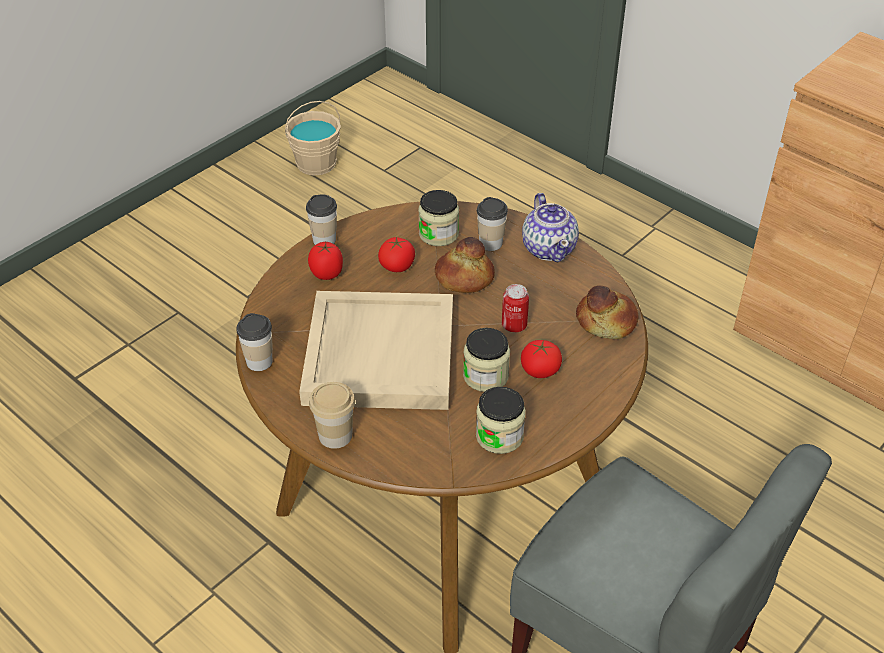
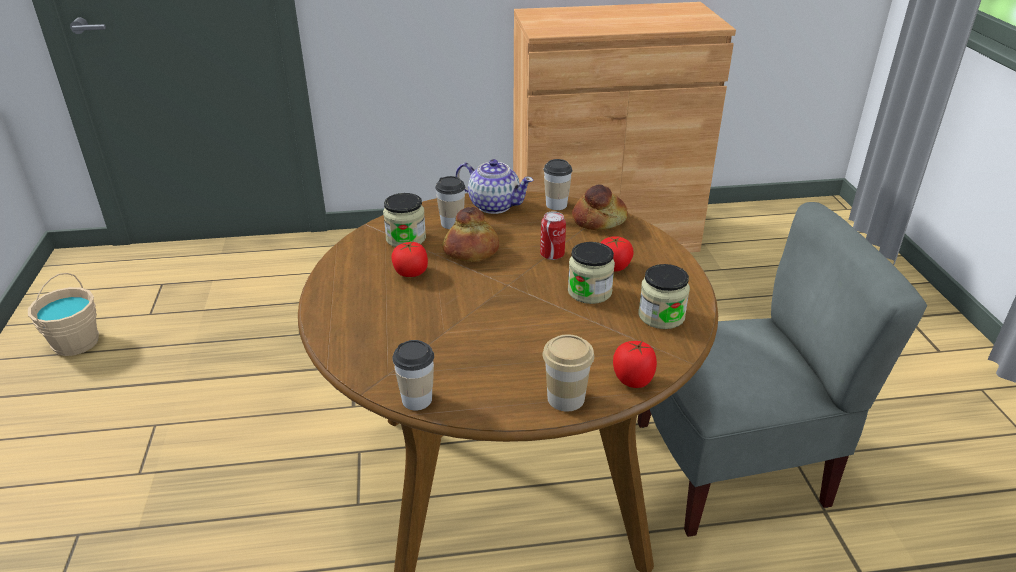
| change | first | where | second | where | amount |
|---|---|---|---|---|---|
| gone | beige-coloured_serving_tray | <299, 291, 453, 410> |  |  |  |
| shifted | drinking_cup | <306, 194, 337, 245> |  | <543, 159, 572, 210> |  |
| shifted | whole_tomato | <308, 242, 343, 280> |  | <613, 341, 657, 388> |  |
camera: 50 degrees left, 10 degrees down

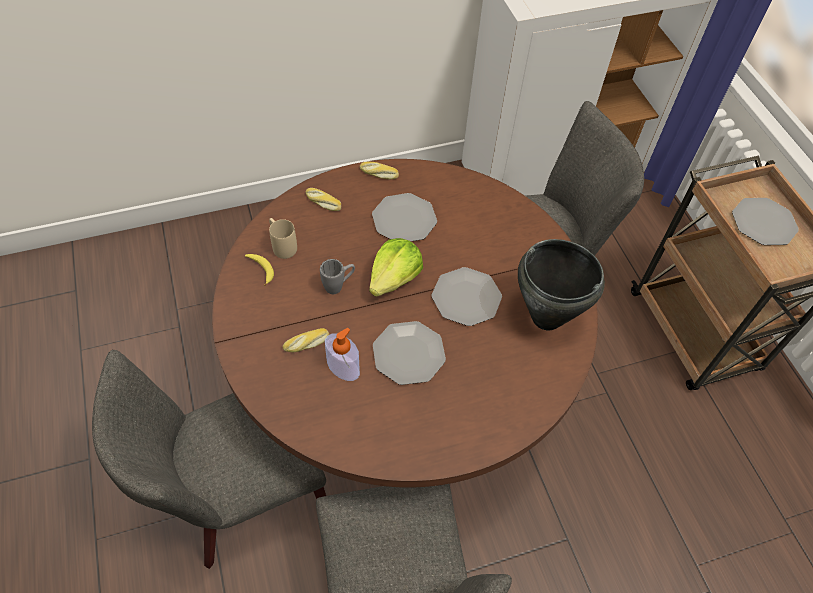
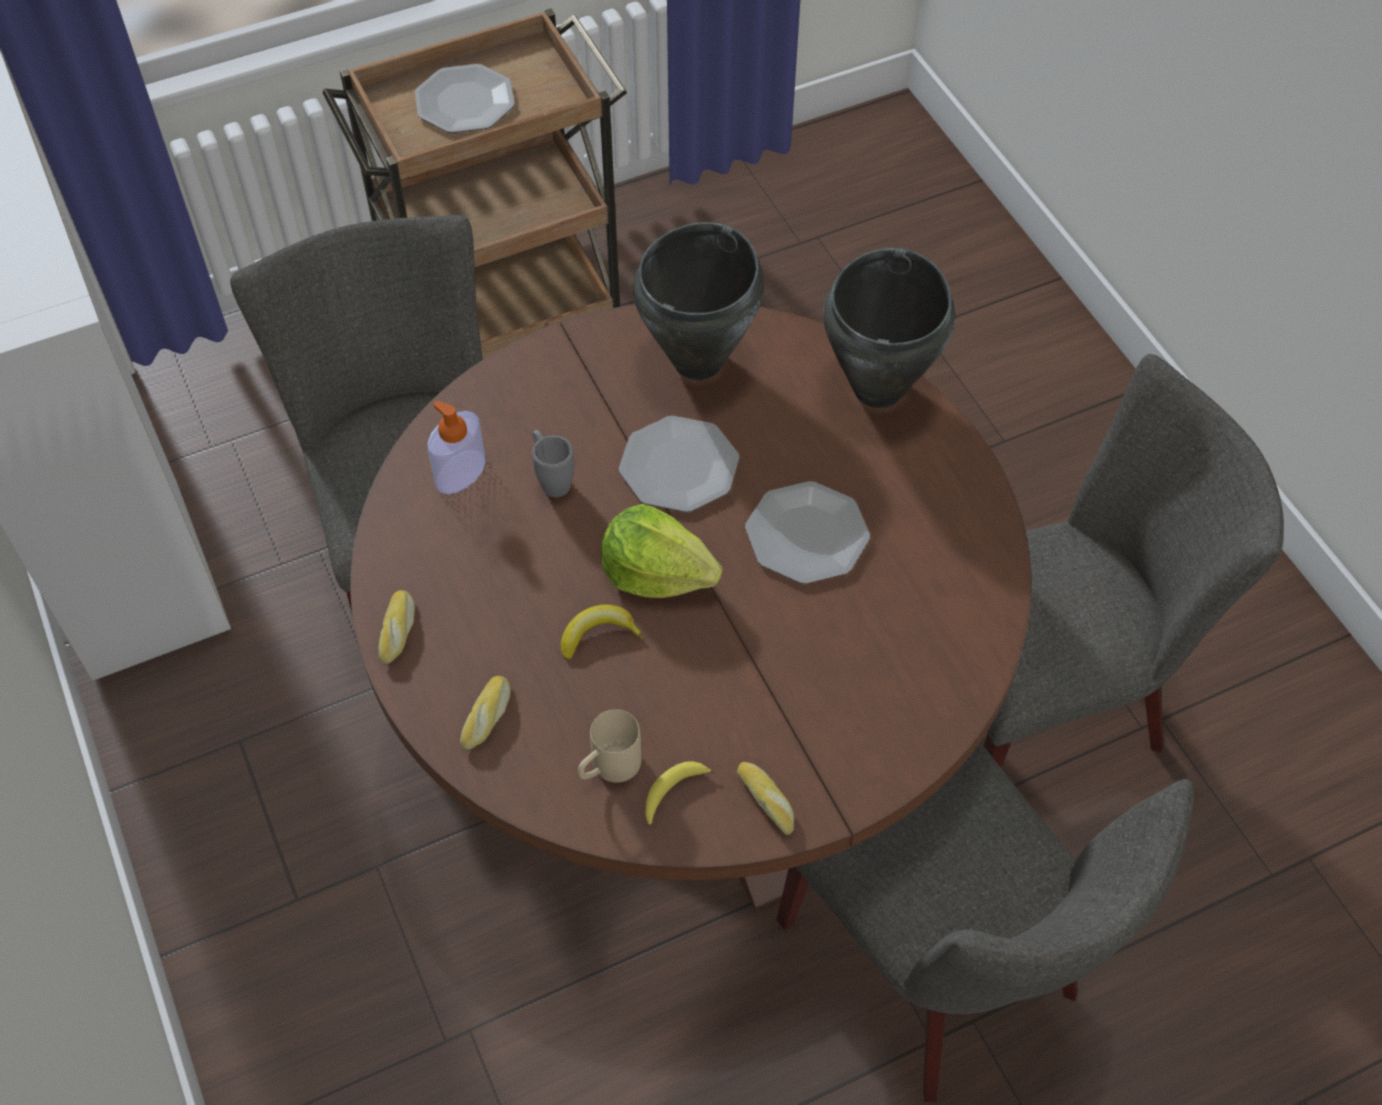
| change | first | where | second | where | amount |
|---|---|---|---|---|---|
| shifted | bakery_bread | <283, 328, 329, 352> |  | <737, 762, 794, 835> |  |
| shifted | gray_coffee_mug | <320, 259, 355, 294> |  | <532, 430, 575, 497> |  |
| shifted | soap_dispenser | <325, 328, 360, 381> |  | <427, 401, 485, 494> |  |
| gone | plate | <372, 193, 437, 241> |  |  |  |
| new |  |  | banana | <561, 605, 644, 660> |  |
| new |  |  | blackish_stockpot | <823, 248, 955, 408> |  |
camera: 95 degrees left, 0 degrees up

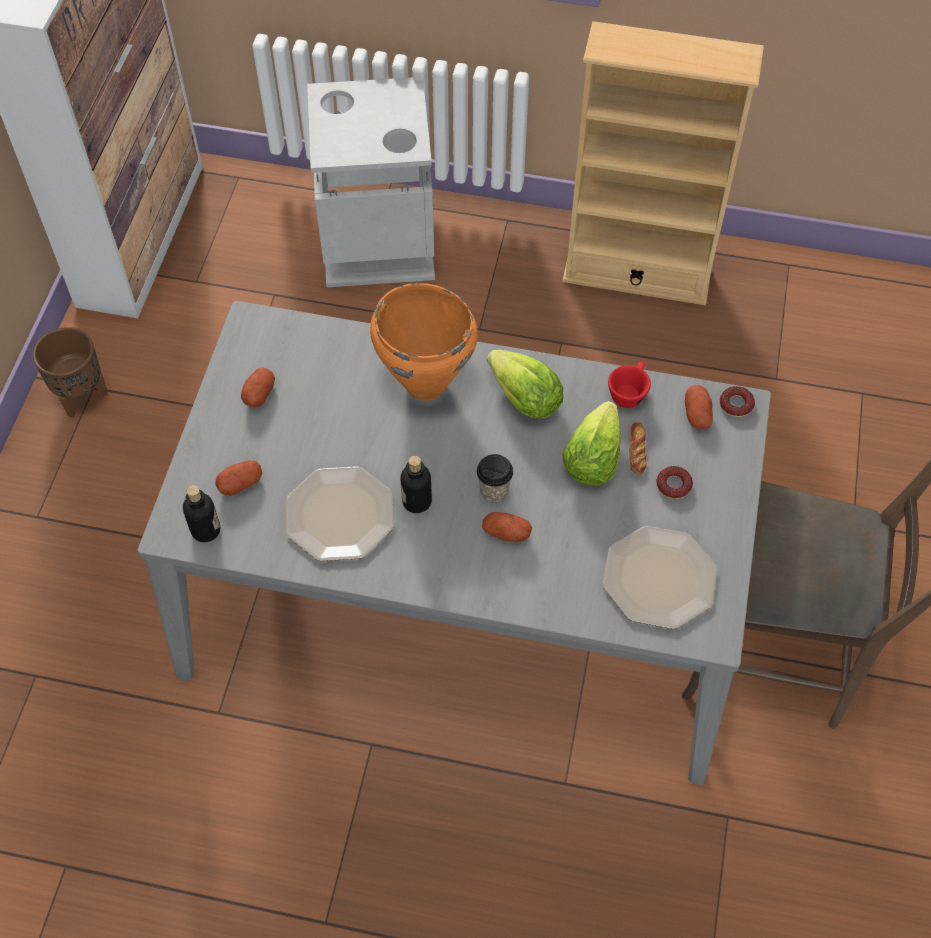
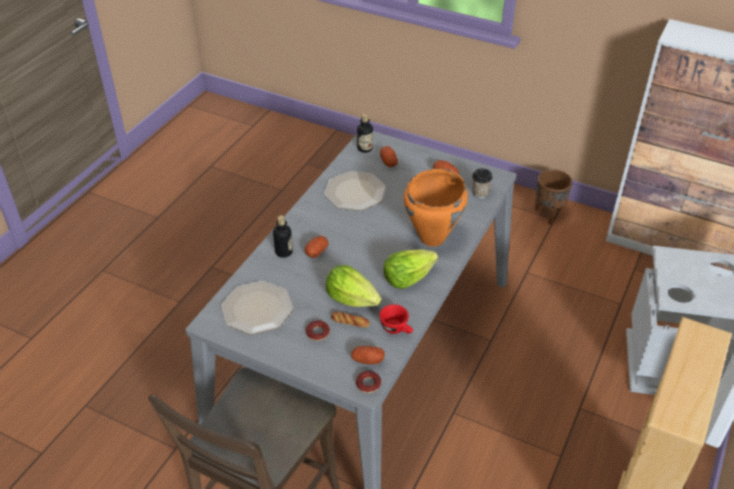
| change | first | where | second | where | amount |
|---|---|---|---|---|---|
| shifted | drink_bottle | <401, 456, 432, 513> |  | <273, 215, 293, 258> |  |
| shifted | drinking_cup | <477, 454, 513, 502> |  | <472, 168, 493, 198> |  |
camera: 105 degrees right, 15 degrees down

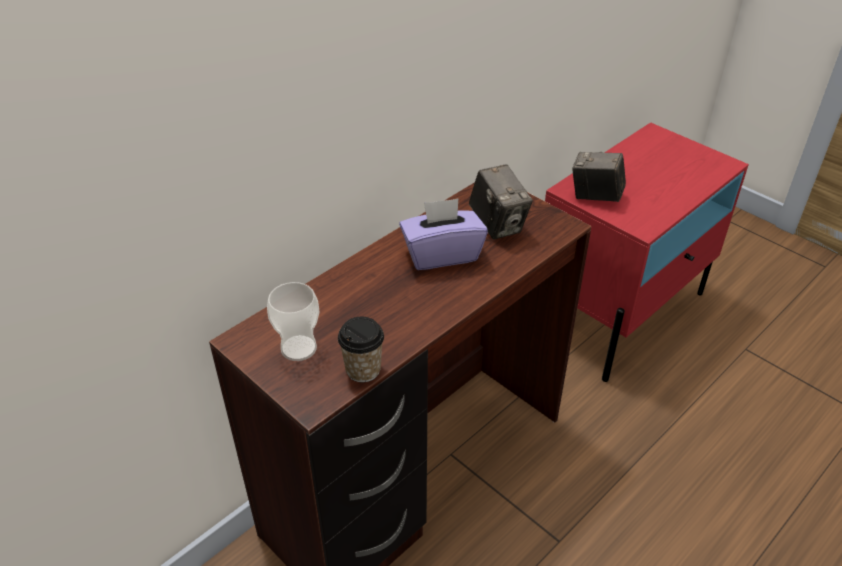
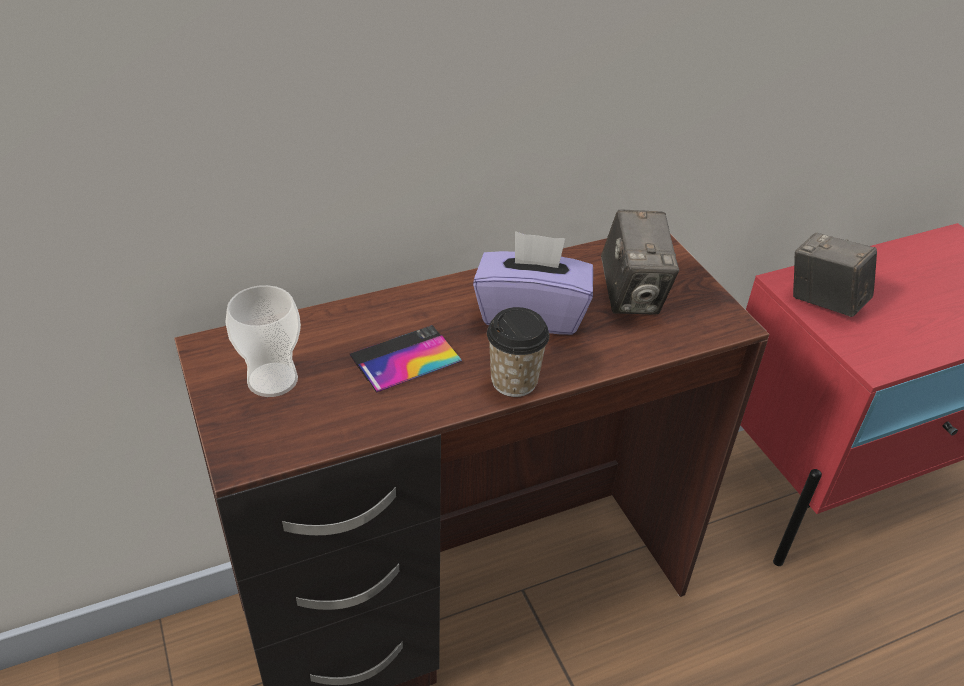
| change | first | where | second | where | amount |
|---|---|---|---|---|---|
| shifted | drinking_cup | <338, 317, 384, 382> |  | <487, 307, 549, 397> |  |
| new |  |  | telephone | <350, 325, 462, 393> |  |
camera: 20 degrees right, 0 degrees up

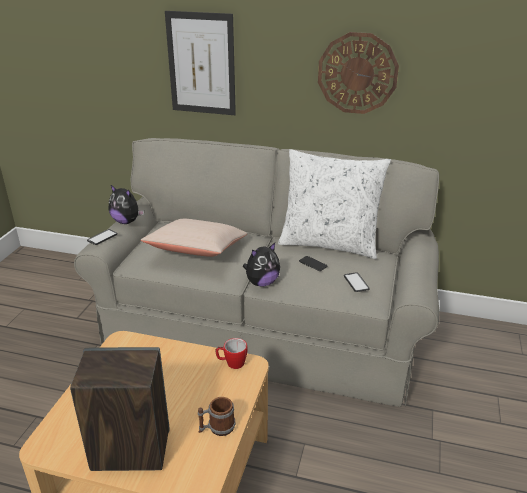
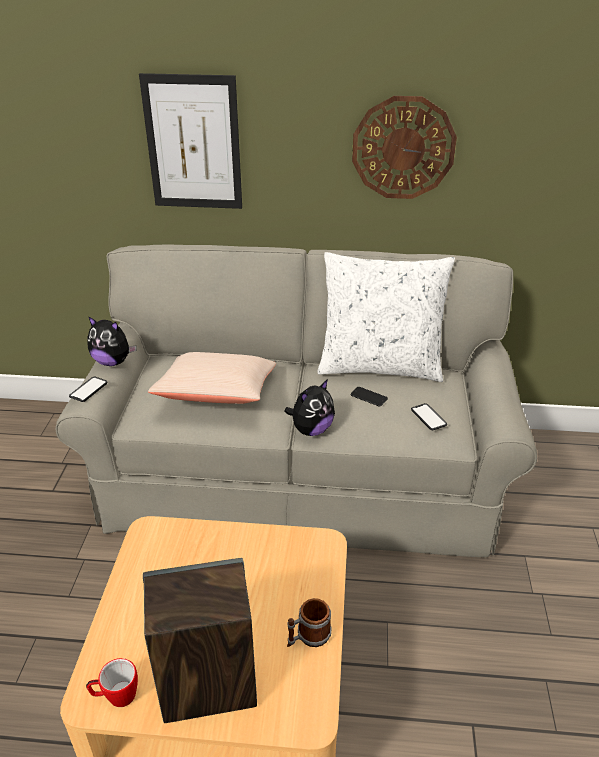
| change | first | where | second | where | amount |
|---|---|---|---|---|---|
| shifted | coffee_mug | <215, 338, 248, 369> |  | <86, 658, 138, 707> |  |
camera: 10 degrees left, 5 degrees up

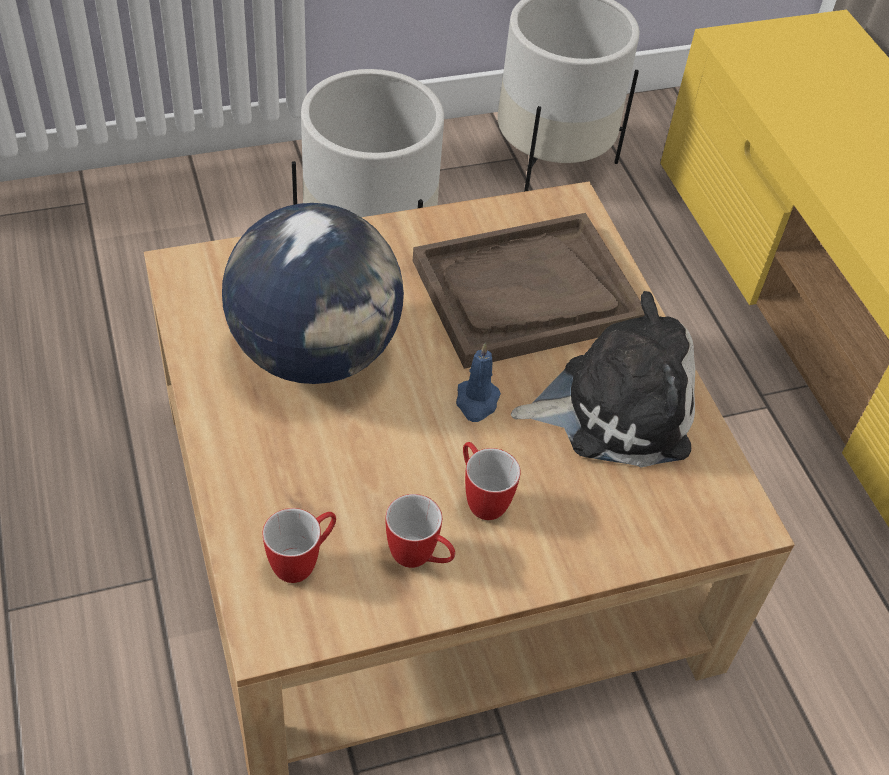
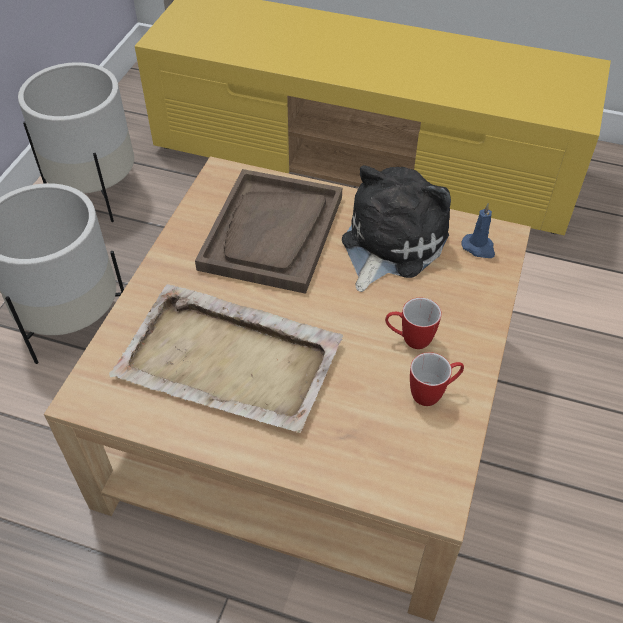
| change | first | where | second | where | amount |
|---|---|---|---|---|---|
| swapped | globe | <222, 203, 404, 384> | beige-coloured_serving_tray | <109, 284, 343, 433> |  |
| gone | coffee_mug | <263, 508, 336, 583> |  |  |  |
| shifted | bluish_wax_candle | <456, 343, 501, 422> |  | <461, 203, 495, 258> |  |
camera: 50 degrees left, 0 degrees up

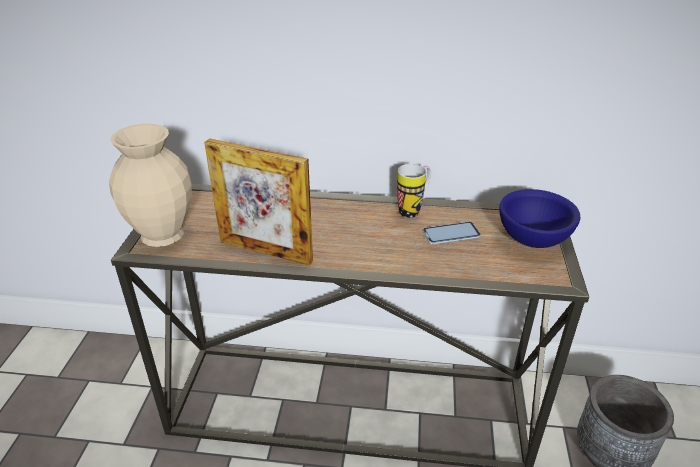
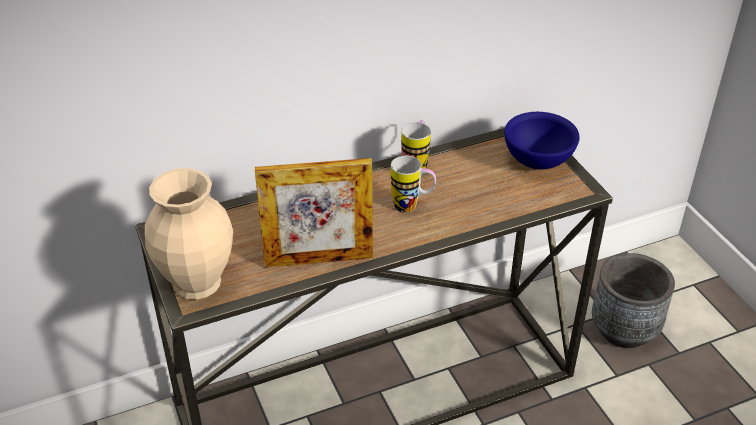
| change | first | where | second | where | amount |
|---|---|---|---|---|---|
| gone | telephone | <422, 221, 481, 244> |  |  |  |
| new |  |  | coffee_mug | <391, 156, 436, 213> |  |
camera: 30 degrees left, 5 degrees up

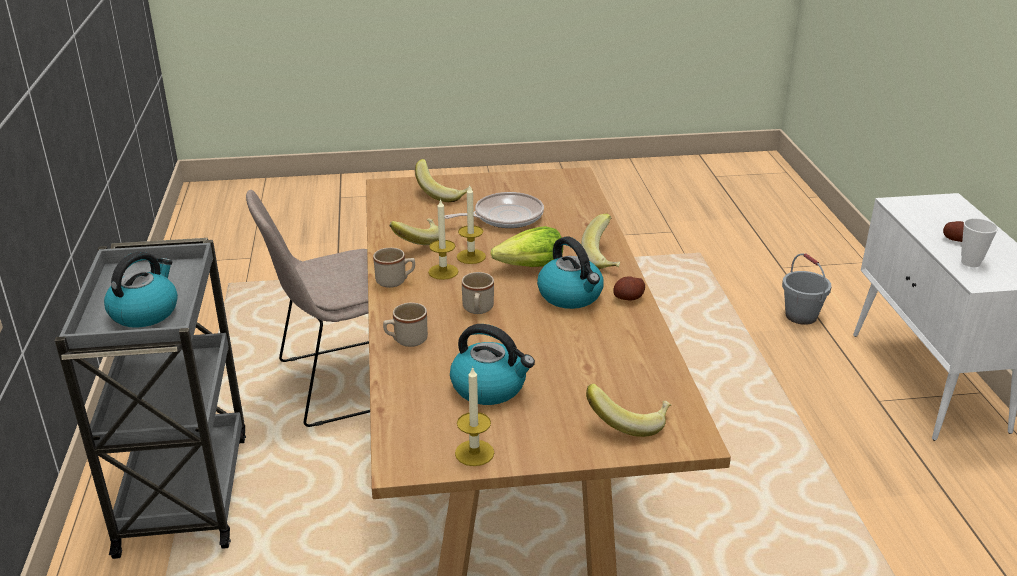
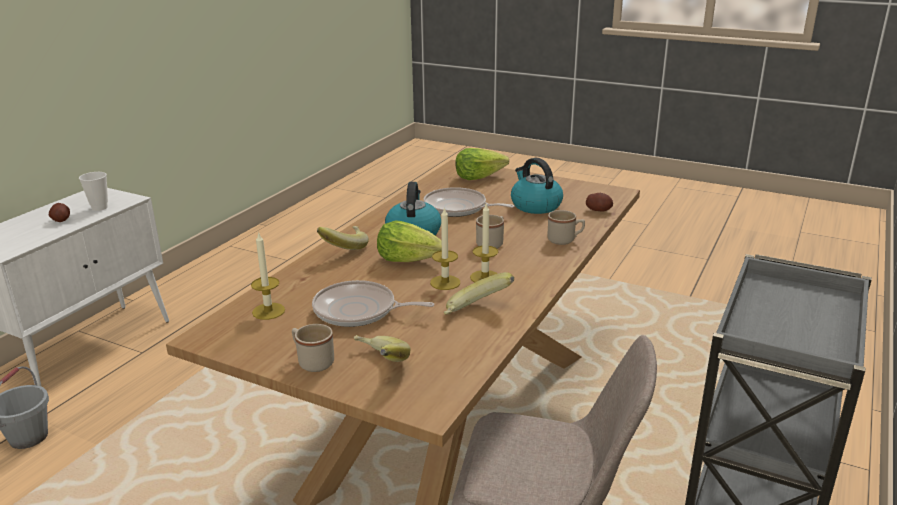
| change | first | where | second | where | amount |
|---|---|---|---|---|---|
| gone | tea_kettle | <104, 252, 178, 328> |  |  |  |
| shifted | beige-coloured_coffee_mug | <373, 248, 415, 288> |  | <292, 324, 334, 372> |  |
| shifted | wax_candle | <455, 366, 494, 466> |  | <251, 232, 285, 320> |  |
| swapped | banana | <586, 384, 671, 437> | head_of_lettuce | <455, 148, 509, 180> |  |
| shifted | potato | <613, 276, 645, 301> |  | <586, 193, 613, 212> |  |
| new |  |  | pan | <424, 187, 515, 217> |  |
camera: 145 degrees left, 5 degrees down

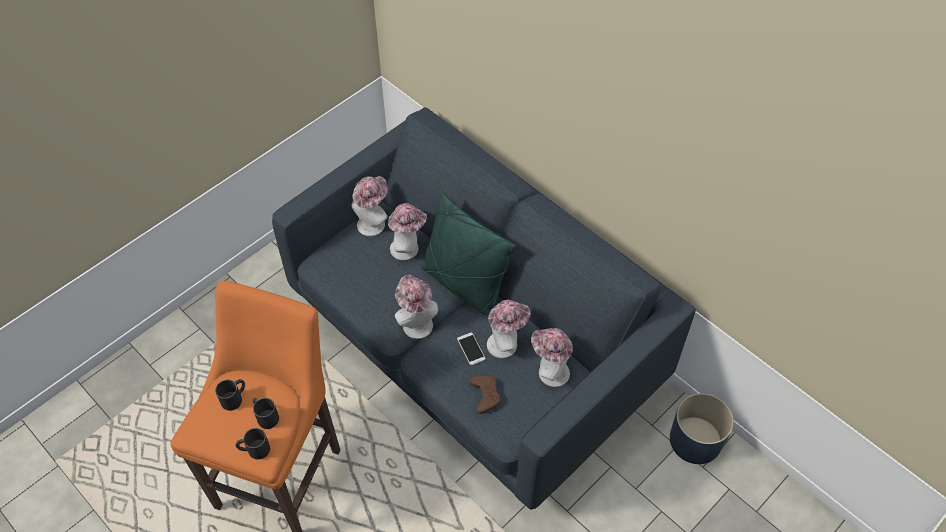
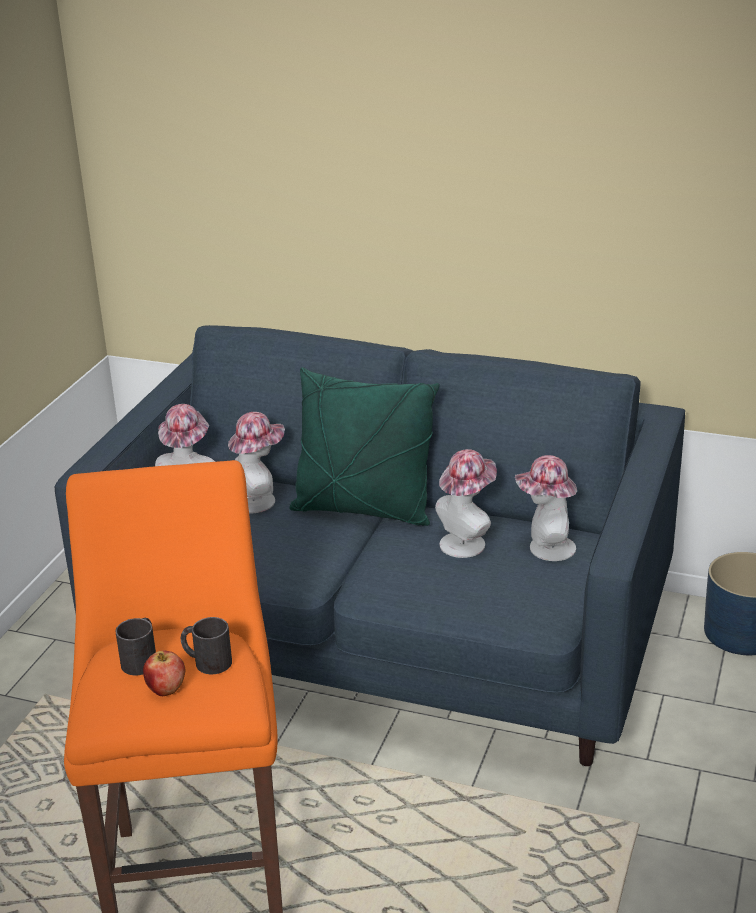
| change | first | where | second | where | amount |
|---|---|---|---|---|---|
| gone | blackish_coffee_mug | <236, 428, 270, 460> |  |  |  |
| gone | clothing_hat | <395, 275, 438, 339> |  |  |  |
| gone | telephone | <457, 333, 485, 365> |  |  |  |
| gone | brownish_gamepad | <469, 375, 500, 414> |  |  |  |
| new |  |  | apple | <143, 650, 185, 696> |  |
camera: 25 degrees left, 25 degrees down

